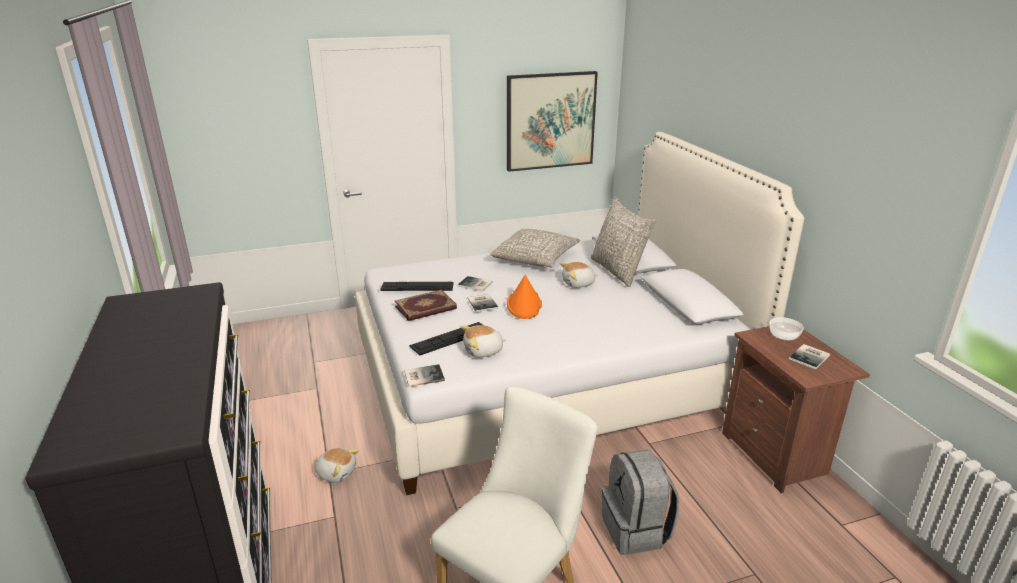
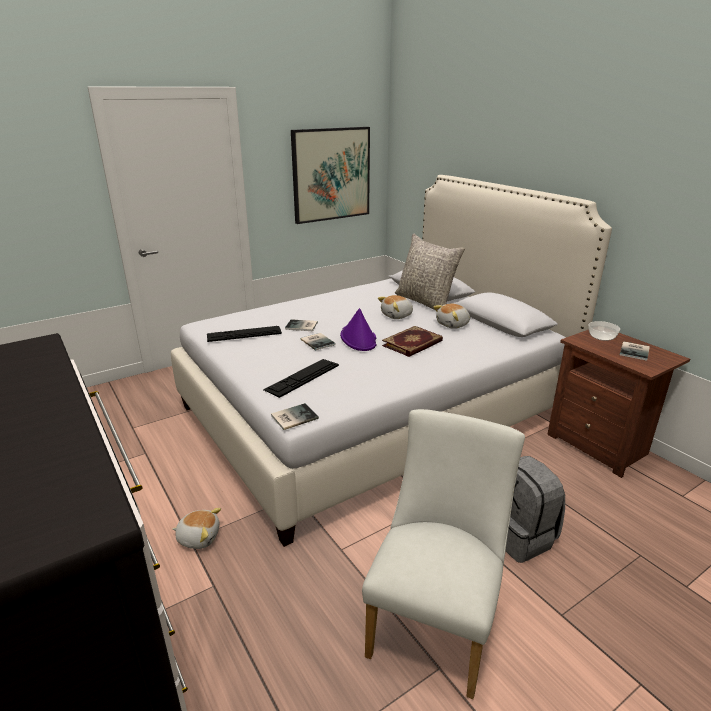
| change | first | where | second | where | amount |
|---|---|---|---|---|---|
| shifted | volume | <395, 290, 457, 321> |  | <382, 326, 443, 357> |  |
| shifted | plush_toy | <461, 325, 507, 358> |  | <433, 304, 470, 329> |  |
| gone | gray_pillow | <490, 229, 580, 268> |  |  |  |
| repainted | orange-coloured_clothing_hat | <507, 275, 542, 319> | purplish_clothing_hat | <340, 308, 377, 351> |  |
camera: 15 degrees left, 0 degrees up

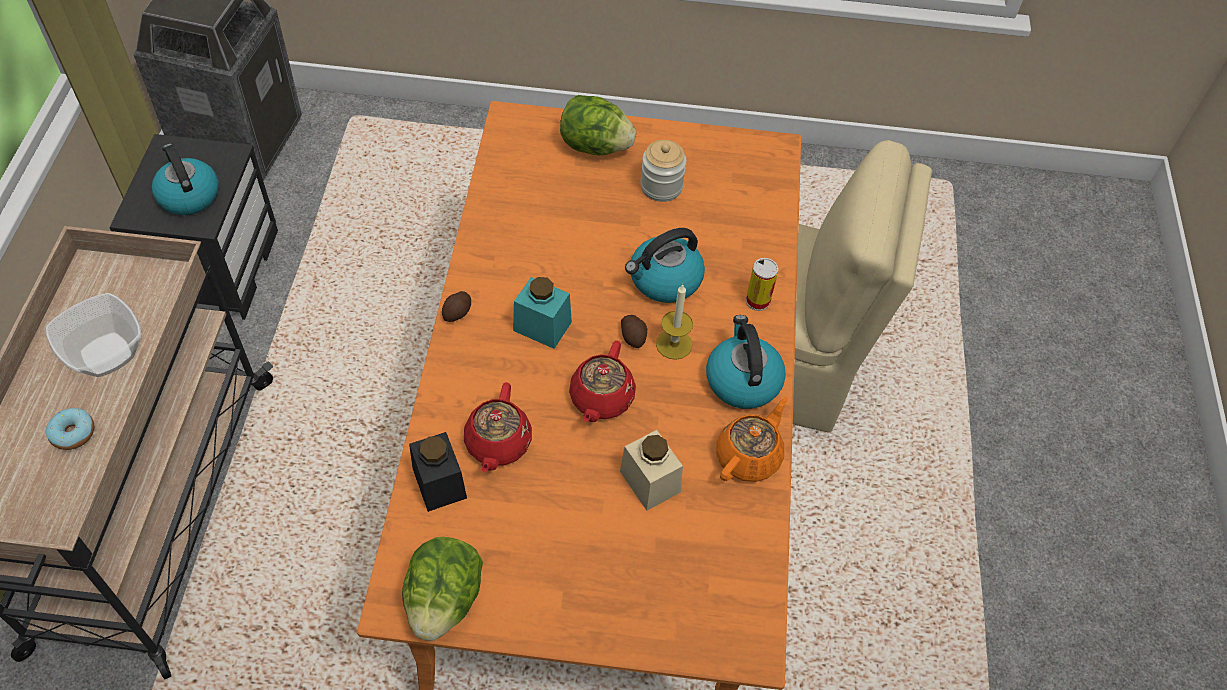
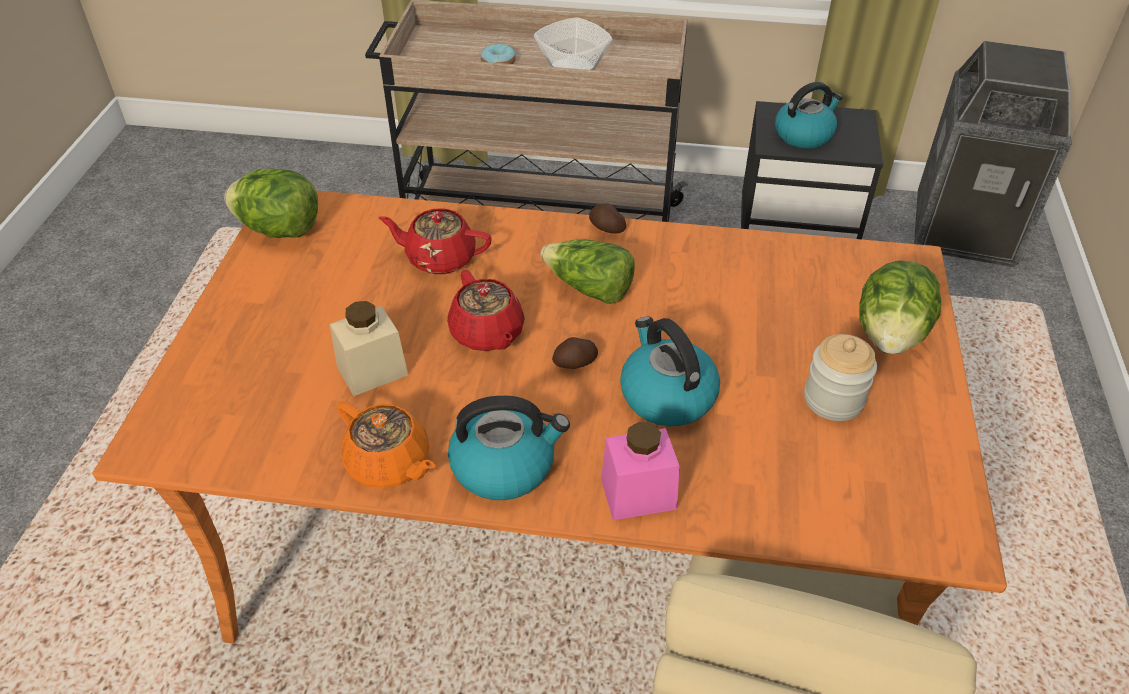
| change | first | where | second | where | amount |
|---|---|---|---|---|---|
| gone | blackish_storage_jar | <409, 432, 467, 512> |  |  |  |
| swapped | blue-green_storage_jar | <513, 277, 572, 349> | head_of_lettuce | <541, 239, 635, 304> |  |
| rotated | red-coloured_pot_for_tea | <569, 341, 636, 422> |  | <447, 270, 525, 351> | 135 degrees counterclockwise |
| gone | wax_candle | <656, 285, 693, 360> |  |  |  |
| swapped | sealed_can | <746, 258, 779, 311> | pinkish_storage_jar | <601, 422, 680, 521> |  |
camera: 95 degrees right, 10 degrees down

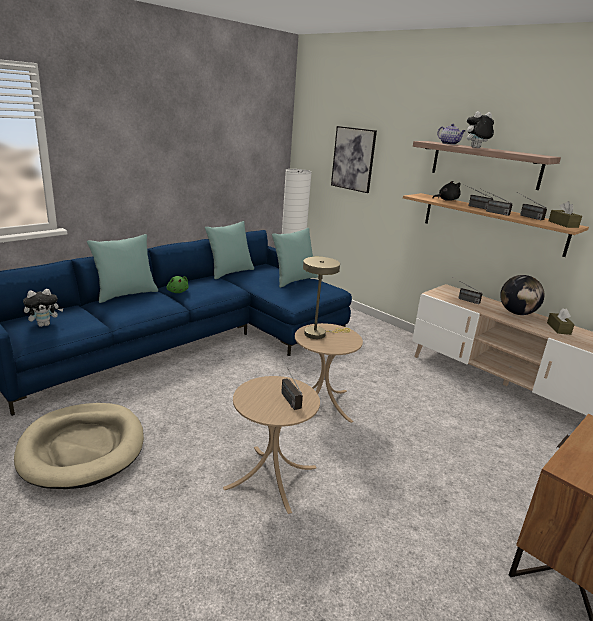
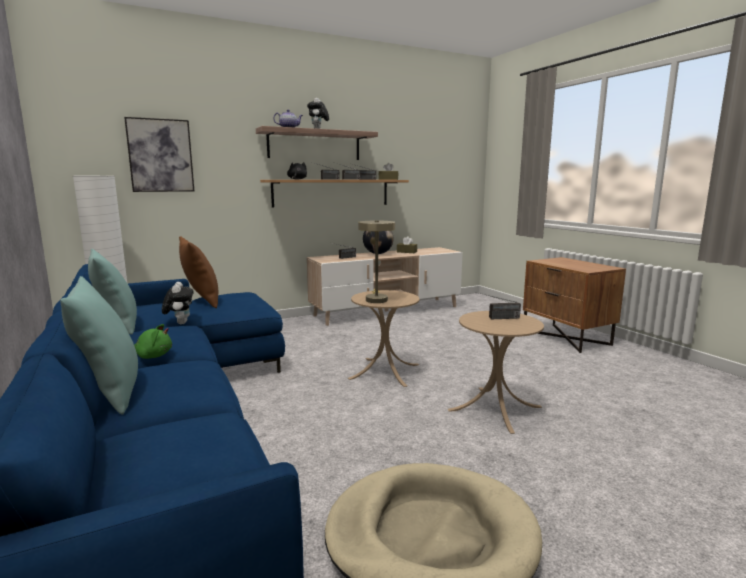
| change | first | where | second | where | amount |
|---|---|---|---|---|---|
| shifted | plush_toy | <23, 289, 63, 327> |  | <162, 282, 194, 324> |  |
| repainted | blue-green_pillow | <272, 228, 318, 288> | brownish_pillow | <179, 236, 218, 308> |  |
camera: 70 degrees left, 10 degrees down

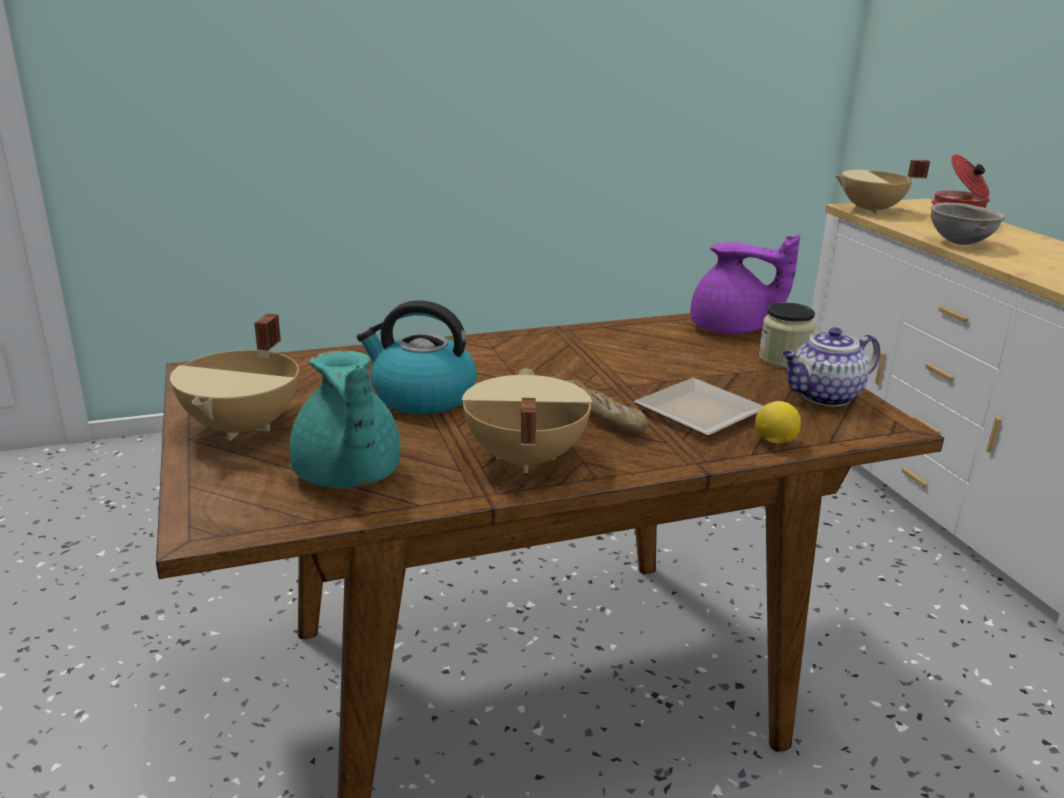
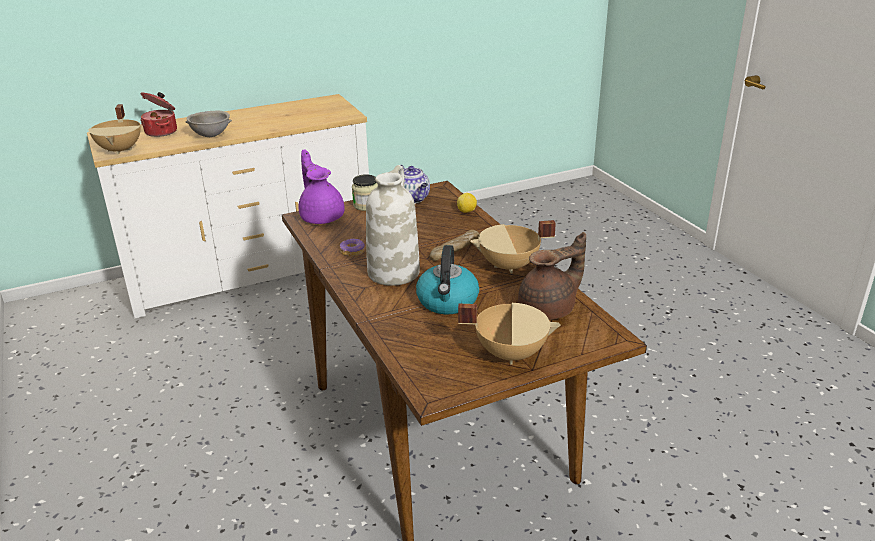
| change | first | where | second | where | amount |
|---|---|---|---|---|---|
| repainted | blue-green_pot_for_tea | <289, 351, 401, 488> | brownish_pot_for_tea | <518, 232, 586, 320> |  |
| gone | plate | <634, 378, 763, 436> |  |  |  |
| rotated | purplish_pot_for_tea | <690, 235, 800, 334> |  | <298, 150, 345, 224> | 45 degrees counterclockwise |
| new |  |  | ring_doughnut | <340, 239, 365, 257> |  |
| new |  |  | white-coloured_decorative_vase | <366, 165, 420, 286> |  |
camera: 95 degrees left, 5 degrees up

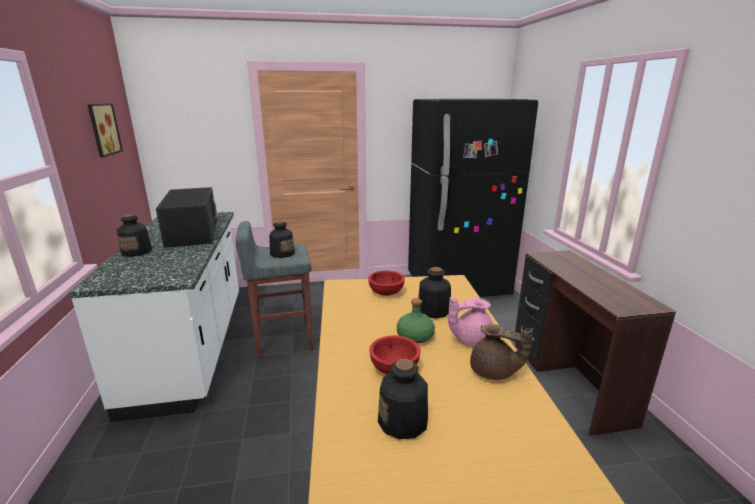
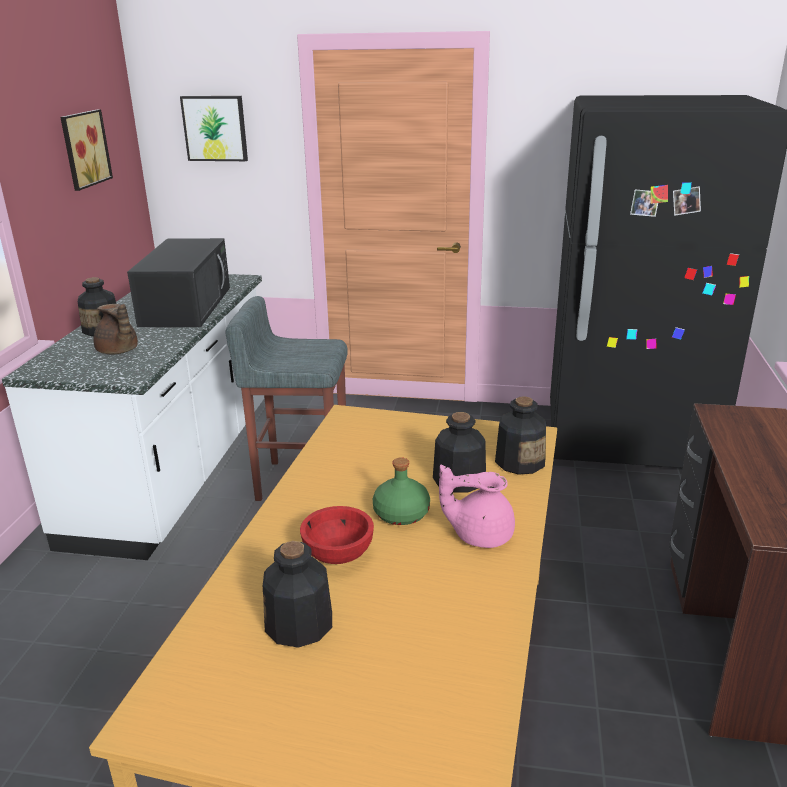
| change | first | where | second | where | amount |
|---|---|---|---|---|---|
| shifted | drink_bottle | <269, 221, 295, 258> |  | <495, 396, 546, 475> |  |
| gone | red-coloured_deep_dish | <368, 271, 405, 296> |  |  |  |
| shifted | brownish_pot_for_tea | <470, 324, 533, 380> |  | <93, 304, 138, 354> |  |
| new |  |  | picture | <180, 96, 248, 161> |  |
camera: 20 degrees right, 5 degrees up

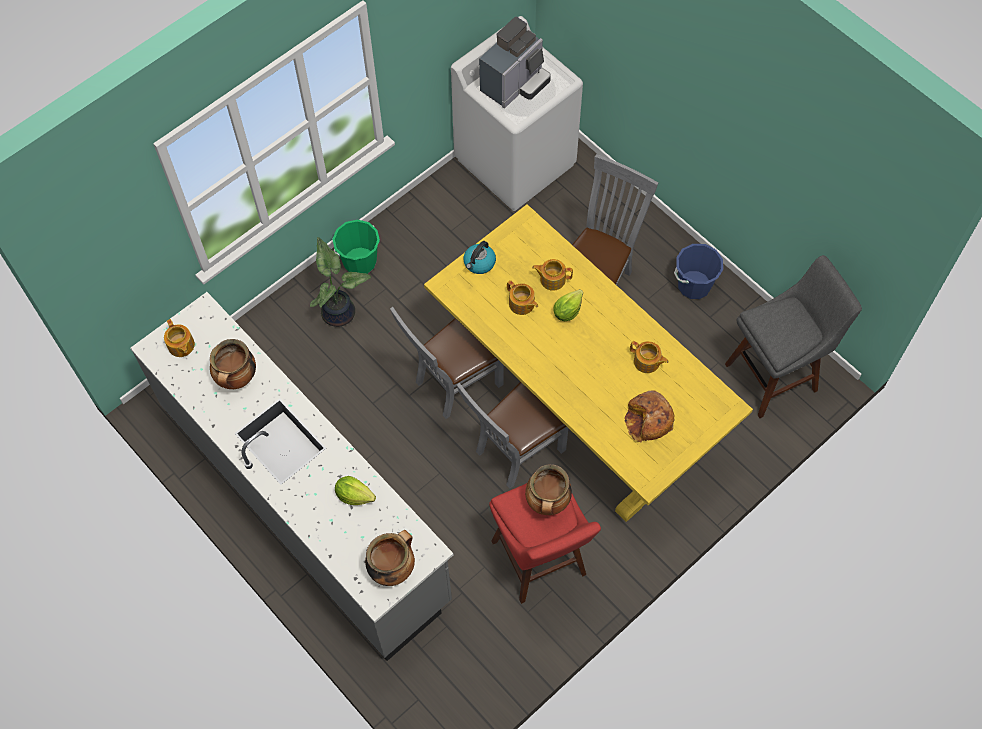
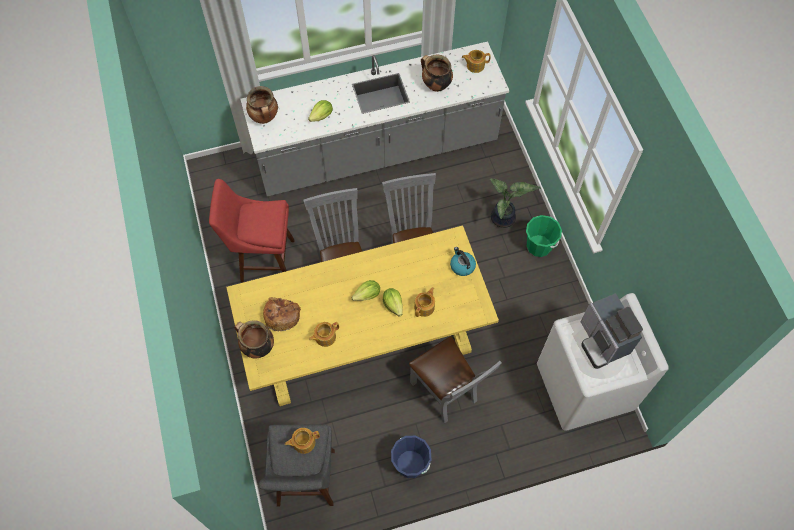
| change | first | where | second | where | amount |
|---|---|---|---|---|---|
| shifted | pot_for_tea | <507, 280, 538, 315> |  | <285, 428, 320, 454> |  |
| shifted | stockpot | <525, 464, 572, 515> |  | <234, 320, 274, 359> |  |
| new |  |  | head_of_lettuce | <351, 280, 380, 301> |  |
camera: 115 degrees right, 0 degrees up

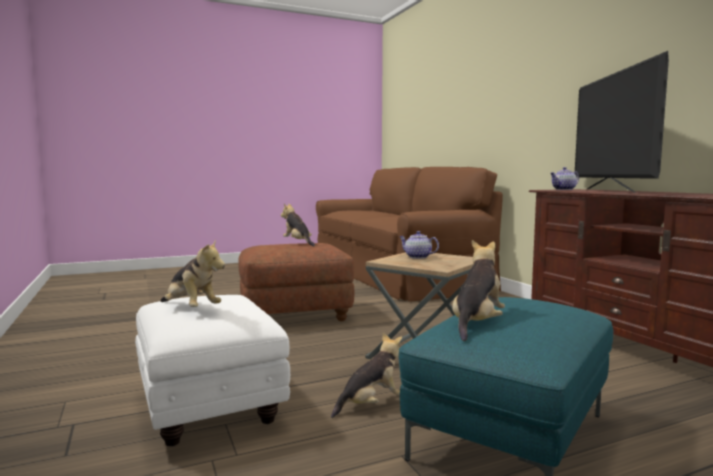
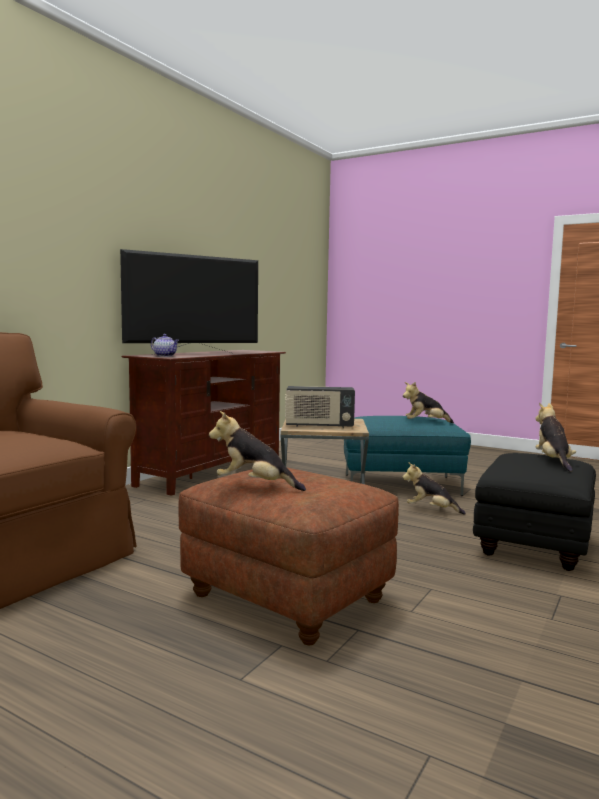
| change | first | where | second | where | amount |
|---|---|---|---|---|---|
| repainted | white-coloured_ottoman | <135, 295, 290, 446> | blackish_ottoman | <473, 453, 596, 571> |  |
| rotated | plush_toy | <281, 204, 315, 246> |  | <209, 411, 306, 491> | 90 degrees clockwise |
| swapped | pot_for_tea | <399, 231, 439, 259> | radio | <285, 386, 355, 428> |  |
camera: 125 degrees left, 0 degrees up

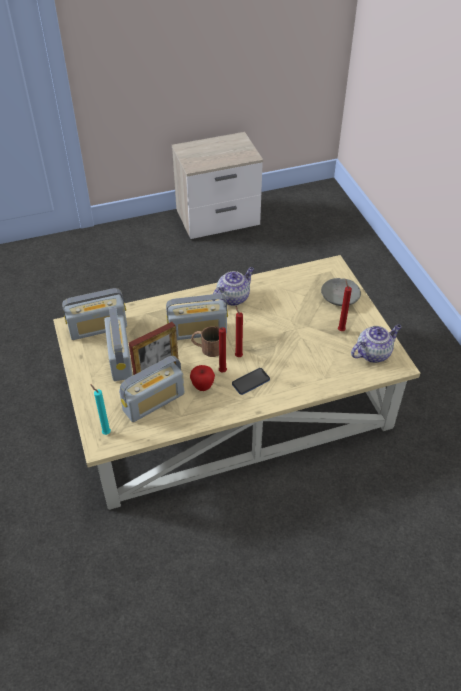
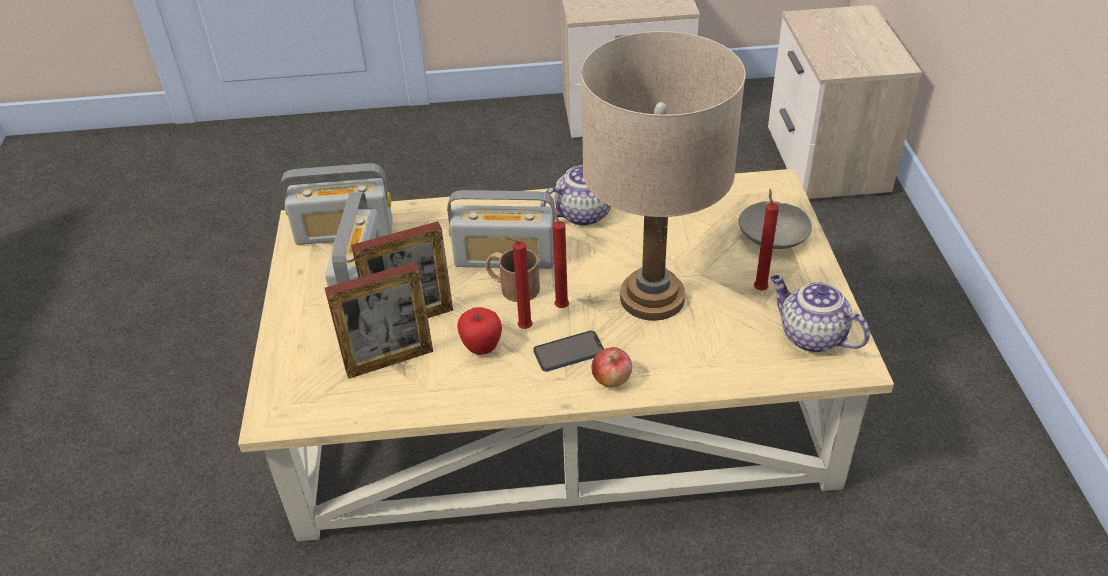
| change | first | where | second | where | amount |
|---|---|---|---|---|---|
| gone | blue-green_wax_candle | <90, 384, 111, 435> |  |  |  |
| swapped | radio | <119, 356, 184, 422> | photo_frame | <325, 261, 433, 379> |  |
| rotated | pot_for_tea | <351, 325, 402, 363> |  | <771, 275, 870, 353> | 120 degrees counterclockwise |
| new |  |  | beige-coloured_tabletop_lamp | <581, 31, 746, 321> |  |
| new |  |  | apple | <591, 347, 632, 388> |  |
| new |  |  | night_table | <768, 5, 922, 202> |  |
camera: 15 degrees right, 5 degrees down

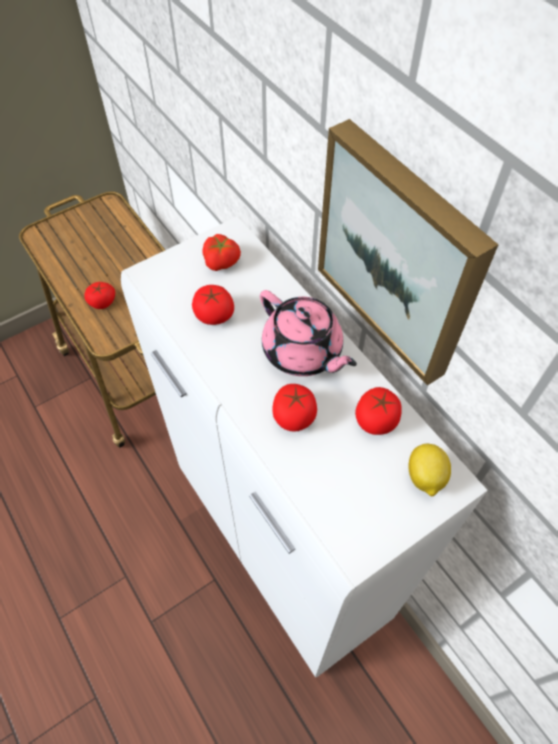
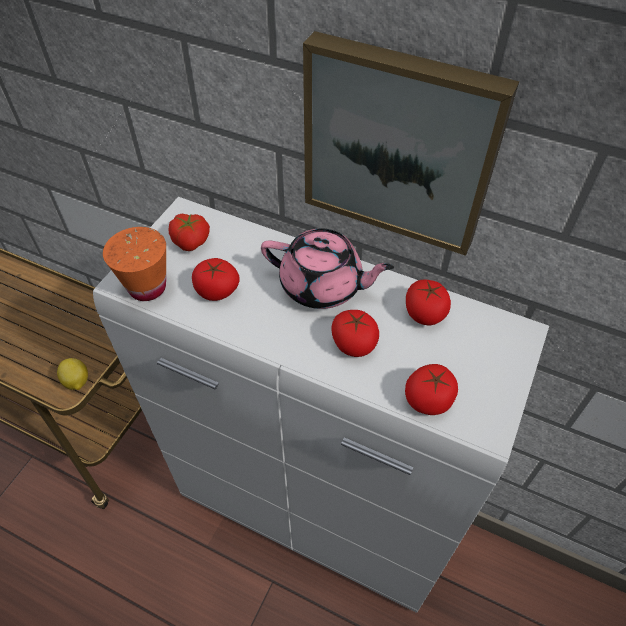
| change | first | where | second | where | amount |
|---|---|---|---|---|---|
| shifted | whole_tomato | <84, 282, 115, 309> |  | <405, 364, 458, 415> |  |
| shifted | lemon | <409, 444, 451, 497> |  | <57, 358, 88, 390> |  |
| new |  |  | orange-coloured_drinking_cup | <103, 227, 166, 301> |  |
camera: 30 degrees left, 5 degrees down

